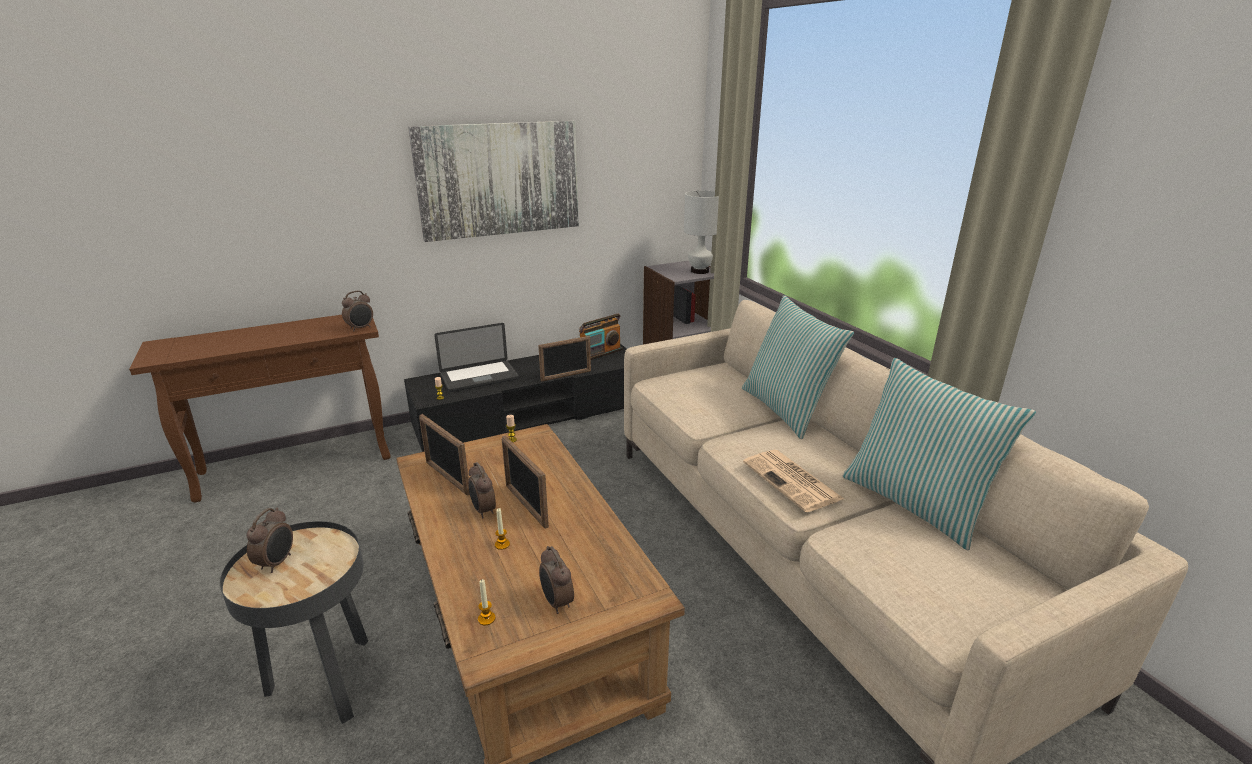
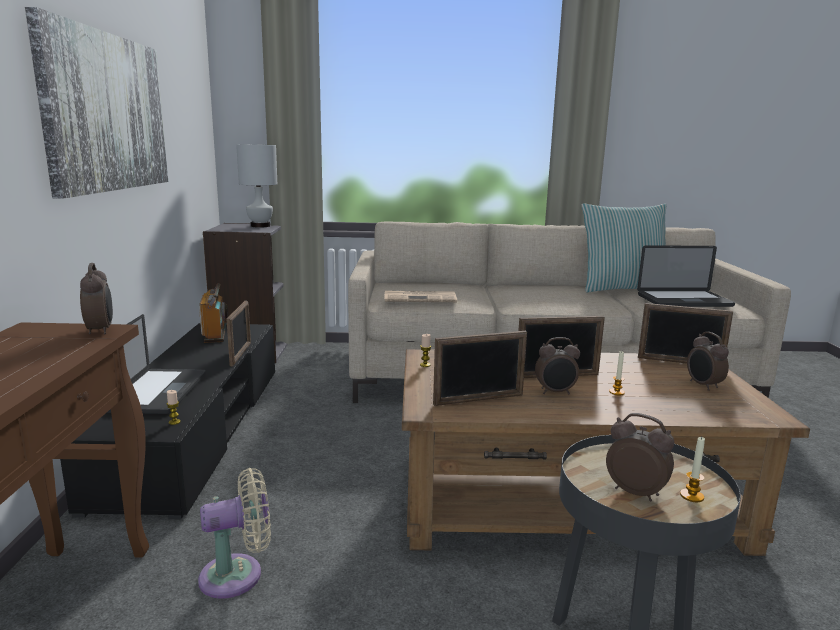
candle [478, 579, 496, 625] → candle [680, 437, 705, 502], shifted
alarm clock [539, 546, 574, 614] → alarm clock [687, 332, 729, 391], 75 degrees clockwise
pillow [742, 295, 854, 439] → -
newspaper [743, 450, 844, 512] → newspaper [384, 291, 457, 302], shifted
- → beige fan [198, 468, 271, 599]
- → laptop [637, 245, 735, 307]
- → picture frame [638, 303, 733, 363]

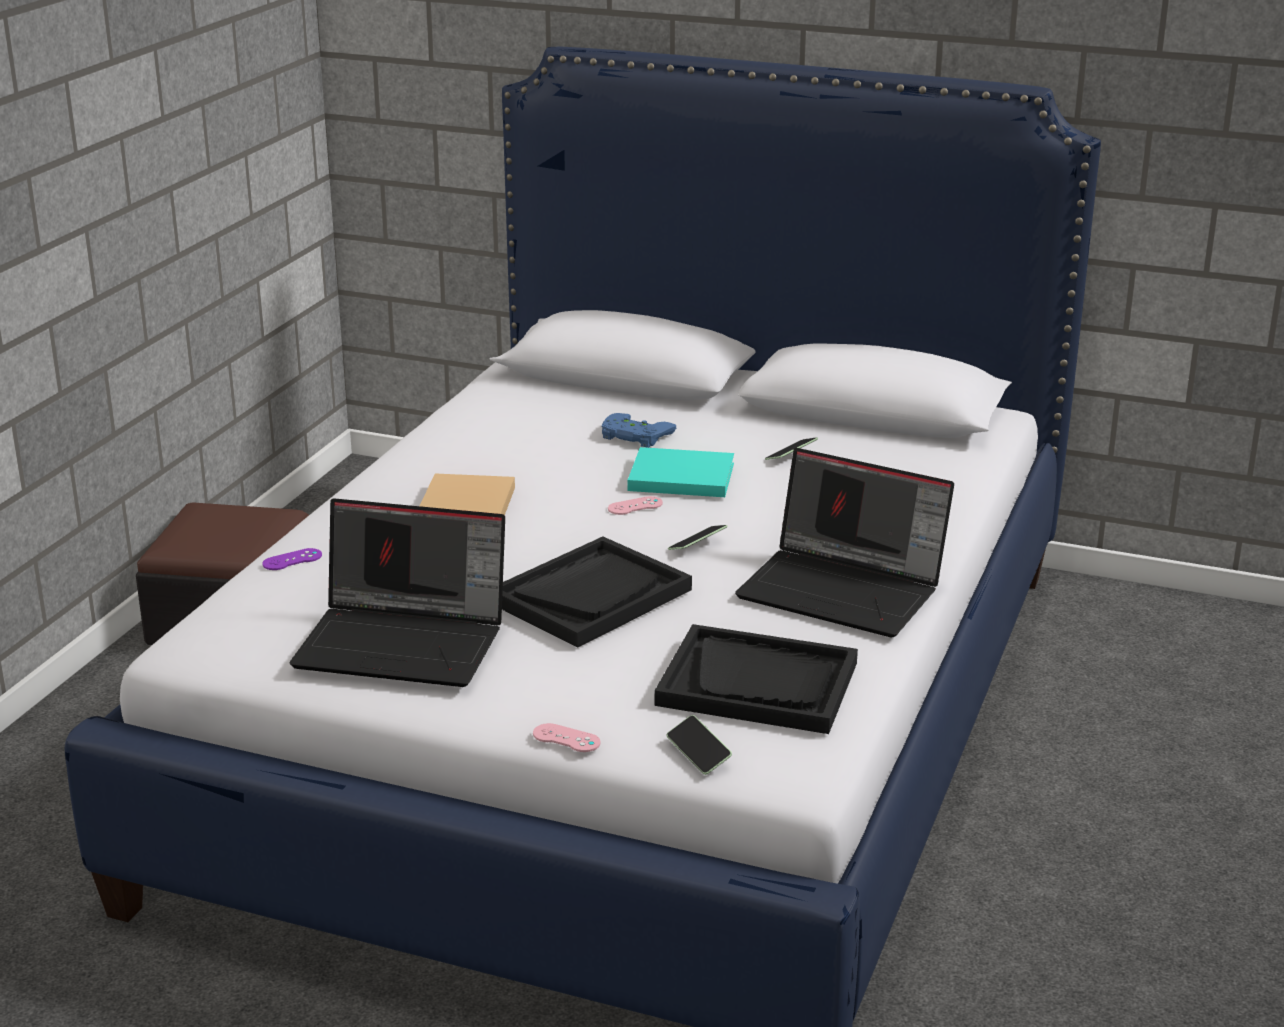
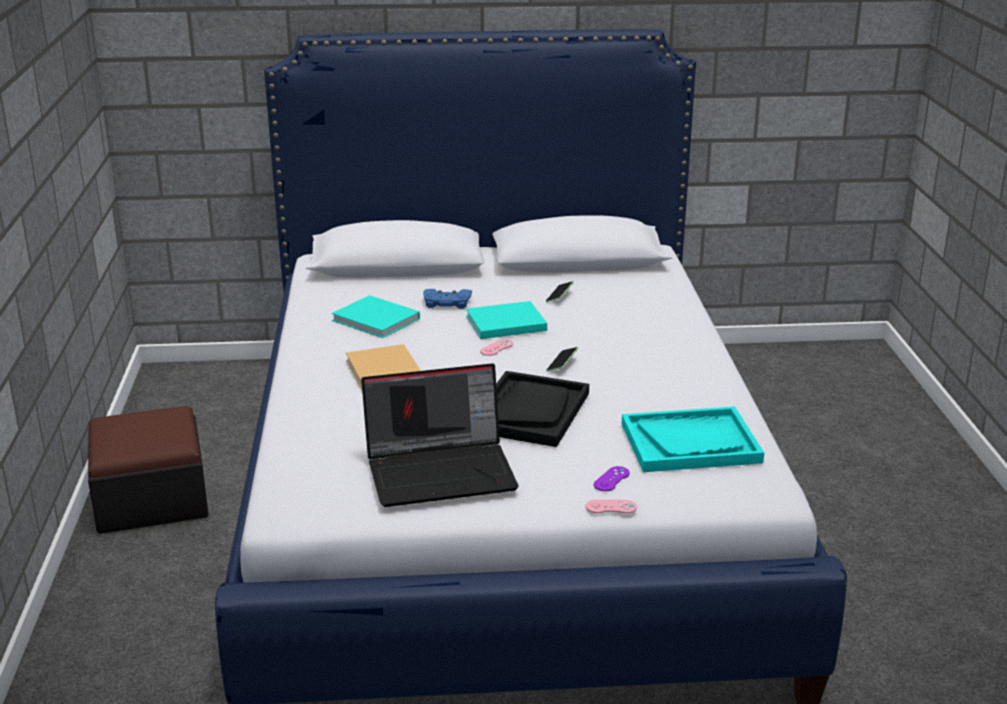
purple game controller [262, 548, 322, 570] → purple game controller [594, 466, 630, 491], shifted
black tray [655, 624, 858, 734] → turquoise tray [622, 406, 764, 472]
phone [667, 715, 732, 775] → -
laptop [735, 448, 954, 637] → -
- → turquoise book [332, 295, 420, 338]

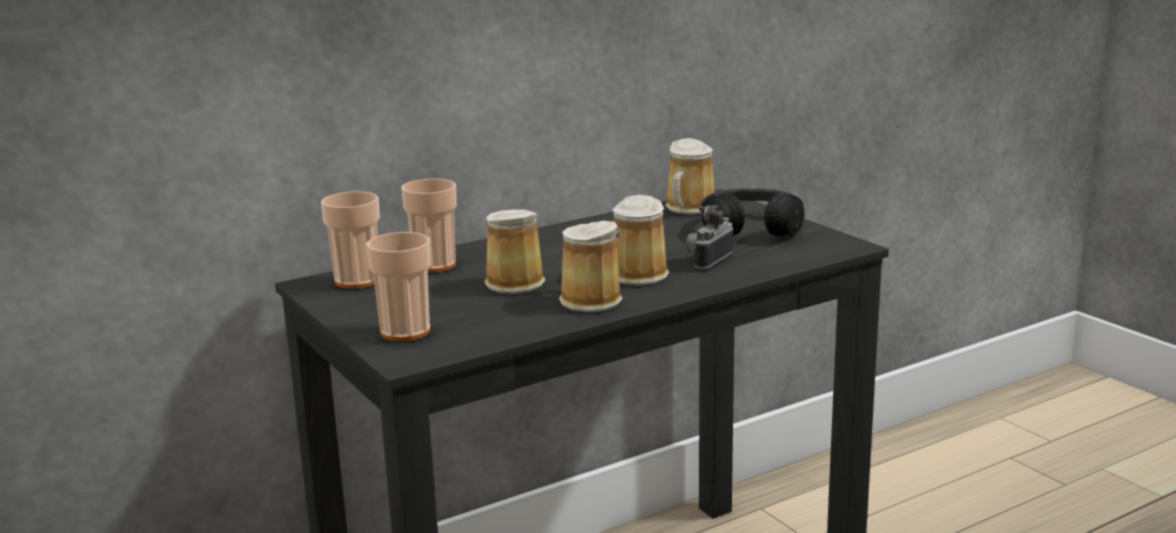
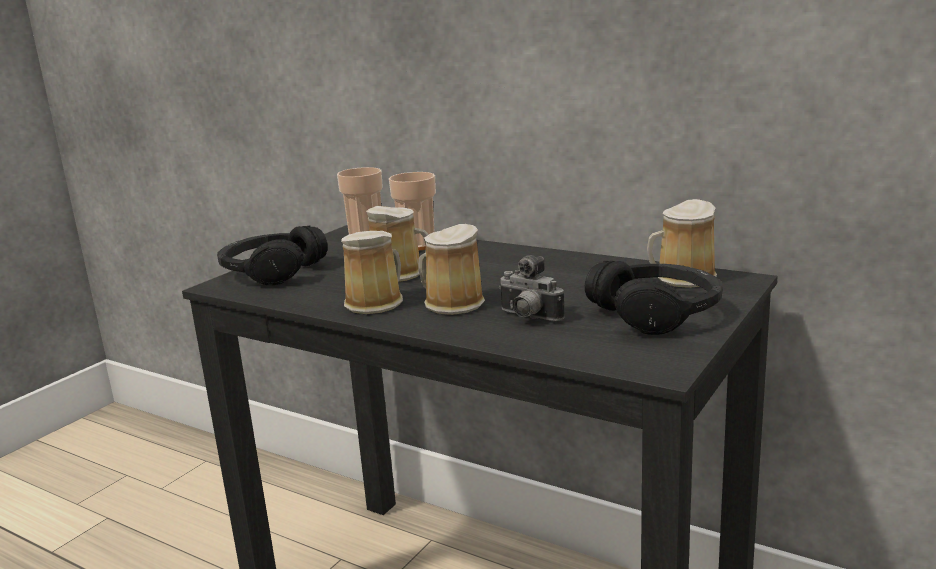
cup [366, 232, 431, 341] → black headphones [217, 225, 328, 285]
photo camera [686, 205, 733, 269] → photo camera [499, 255, 565, 322], 150 degrees counterclockwise

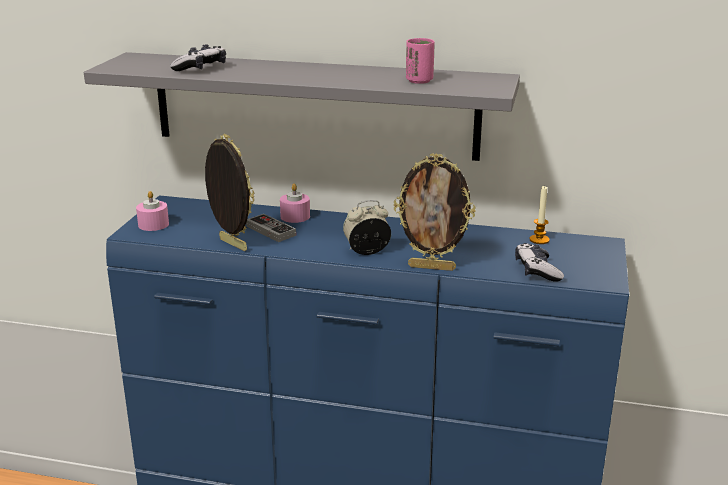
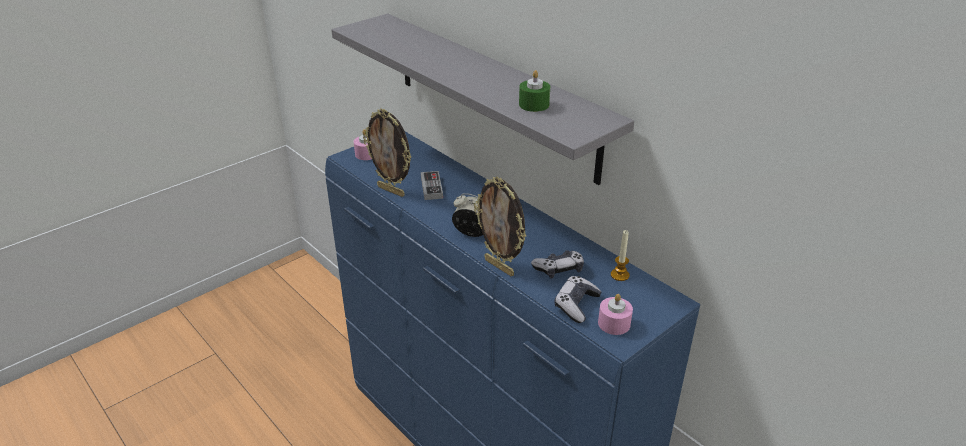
game controller [170, 44, 226, 71] → game controller [531, 250, 584, 279], shifted
picture frame [205, 134, 254, 251] → picture frame [363, 108, 411, 197], 135 degrees clockwise
pink candle [280, 183, 310, 223] → pink candle [598, 294, 633, 335], shifted
pink cup [406, 38, 435, 84] → green candle [519, 70, 550, 112]

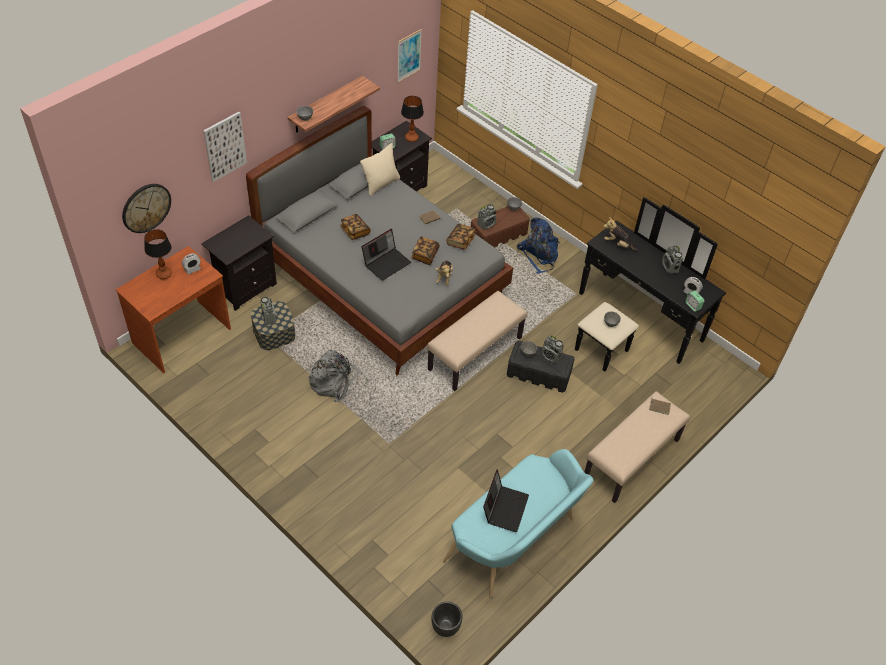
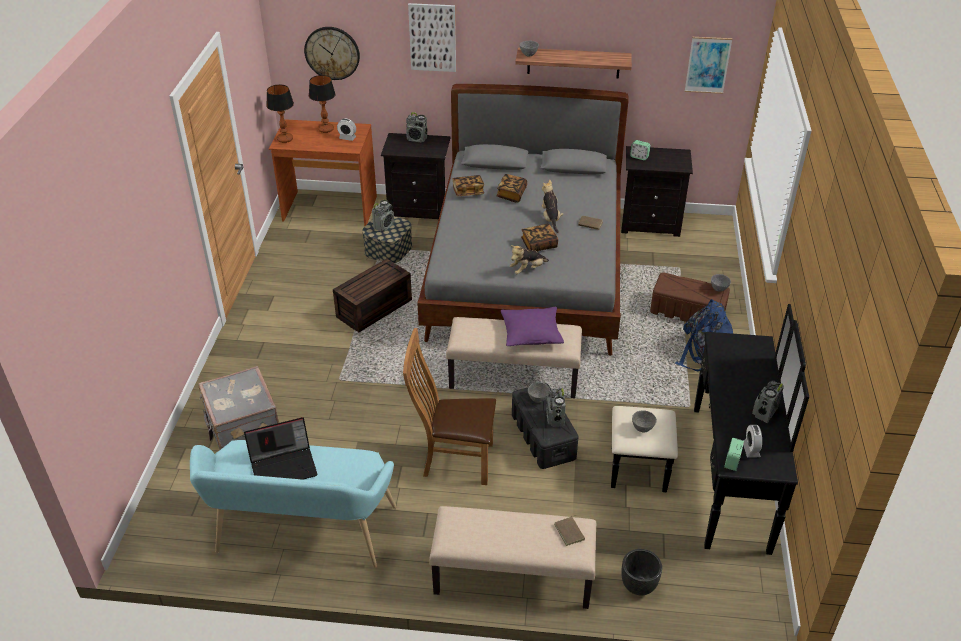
grey backpack [308, 350, 363, 402] → brown storage box [333, 259, 412, 332]
beige pillow [360, 143, 400, 196] → -
laptop [361, 229, 411, 281] → -
table lamp [401, 96, 424, 142] → table lamp [266, 84, 294, 143], shifted
black planter [432, 601, 463, 637] → black planter [621, 549, 662, 595], shifted
book [446, 224, 475, 250] → book [452, 175, 484, 196], shifted
radio [477, 204, 497, 230] → radio [406, 112, 428, 142], shifted
plush toy [604, 217, 638, 252] → plush toy [542, 179, 563, 233], shifted
- → grey suitcase [198, 366, 279, 450]
- → brown chair [403, 328, 496, 485]
- → purple pillow [501, 307, 564, 346]

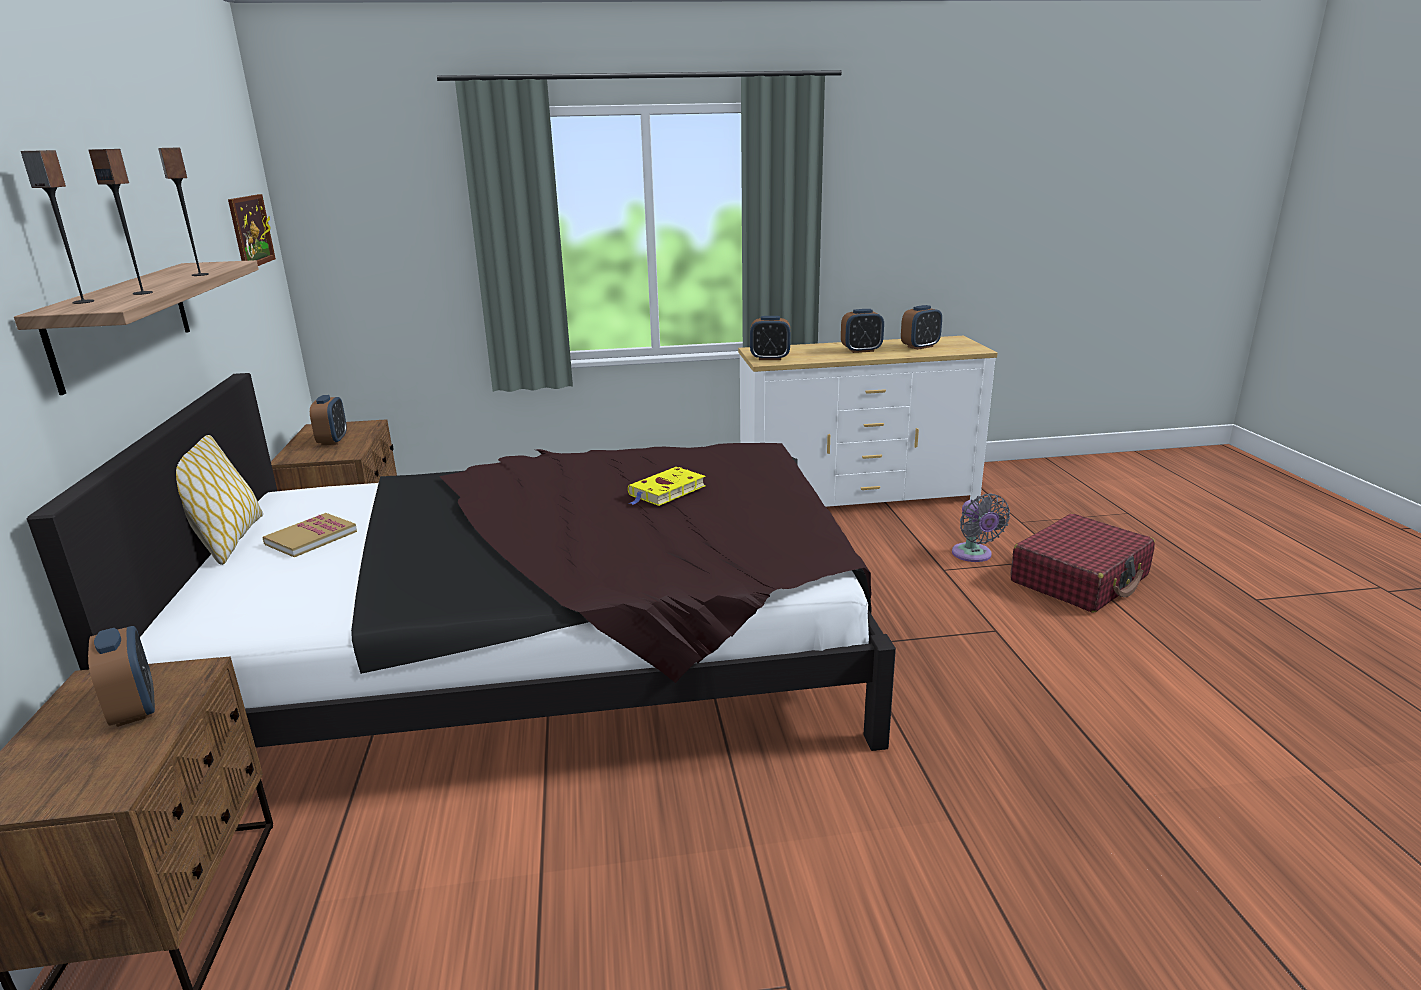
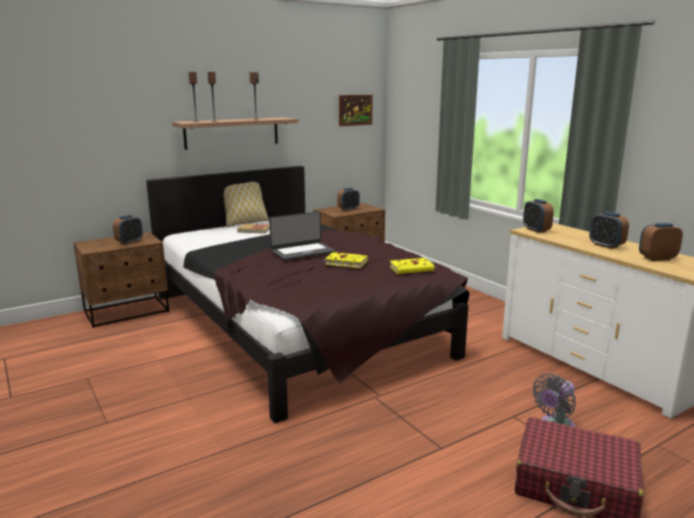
alarm clock [901, 305, 942, 350] → alarm clock [639, 223, 683, 261], 135 degrees clockwise
- → laptop [269, 211, 336, 260]
- → yellow book [390, 258, 437, 274]

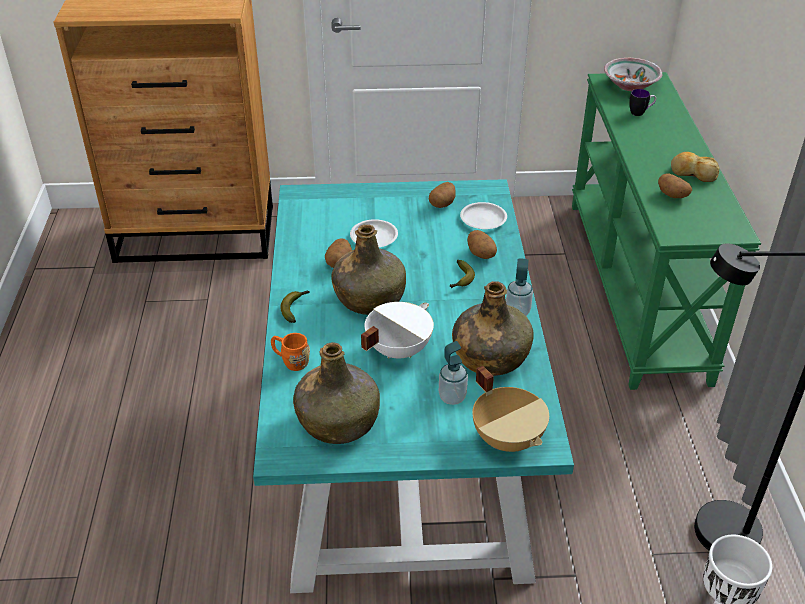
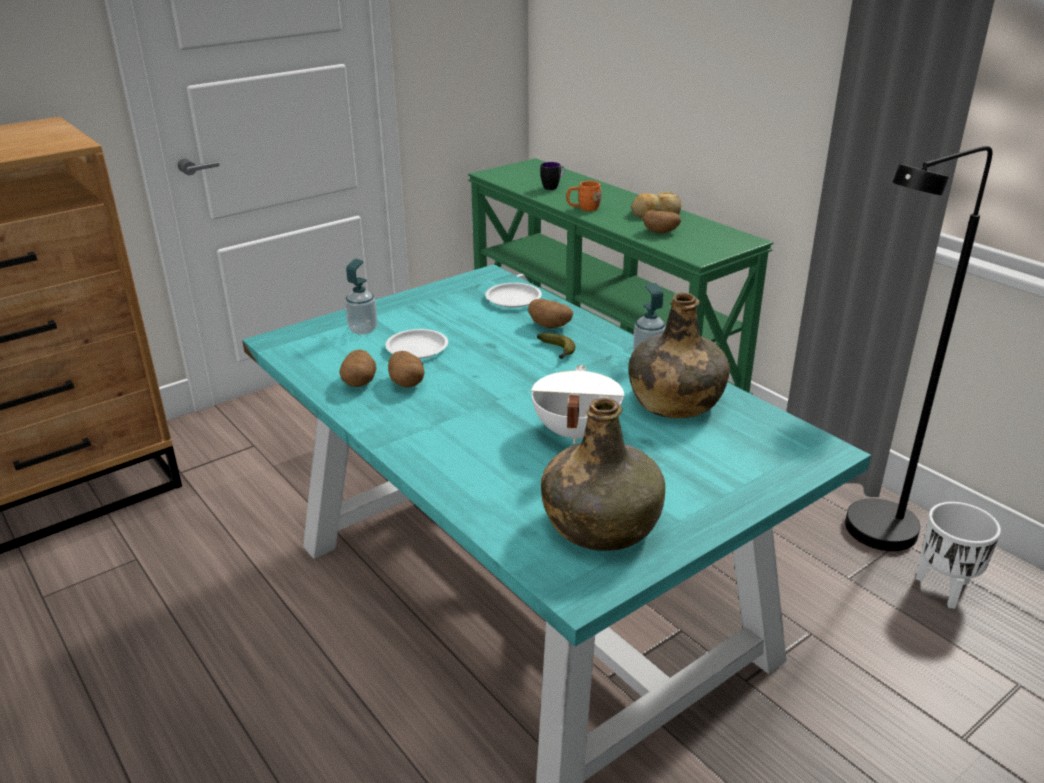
orange mug [271, 333, 310, 371] → orange mug [566, 181, 602, 211], shifted
banana [281, 291, 310, 323] → -
green bottle [331, 224, 406, 315] → -
potato [429, 182, 456, 208] → potato [339, 350, 376, 387], shifted
soap dispenser [439, 341, 468, 405] → soap dispenser [345, 259, 377, 334], shifted
beige cooking pot [472, 366, 549, 452] → -
bowl [604, 58, 663, 91] → -

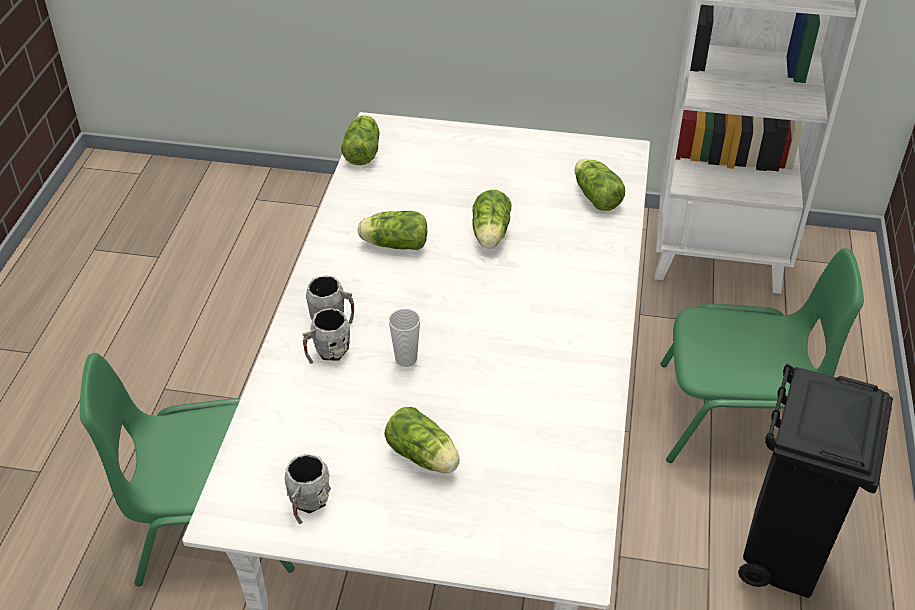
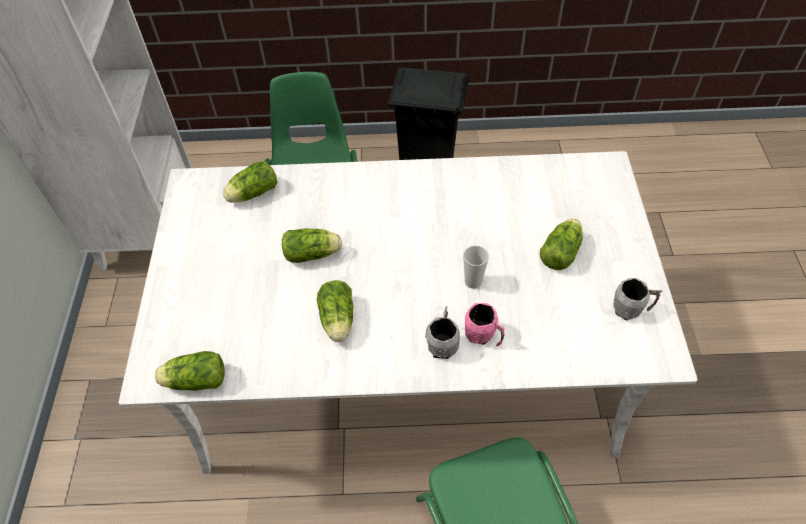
grey mug [302, 308, 350, 364] → pink mug [465, 303, 505, 347]

